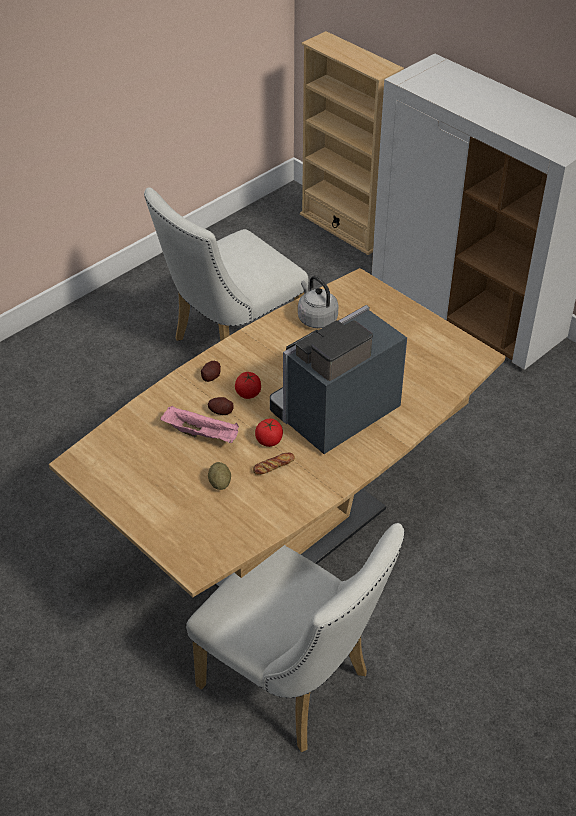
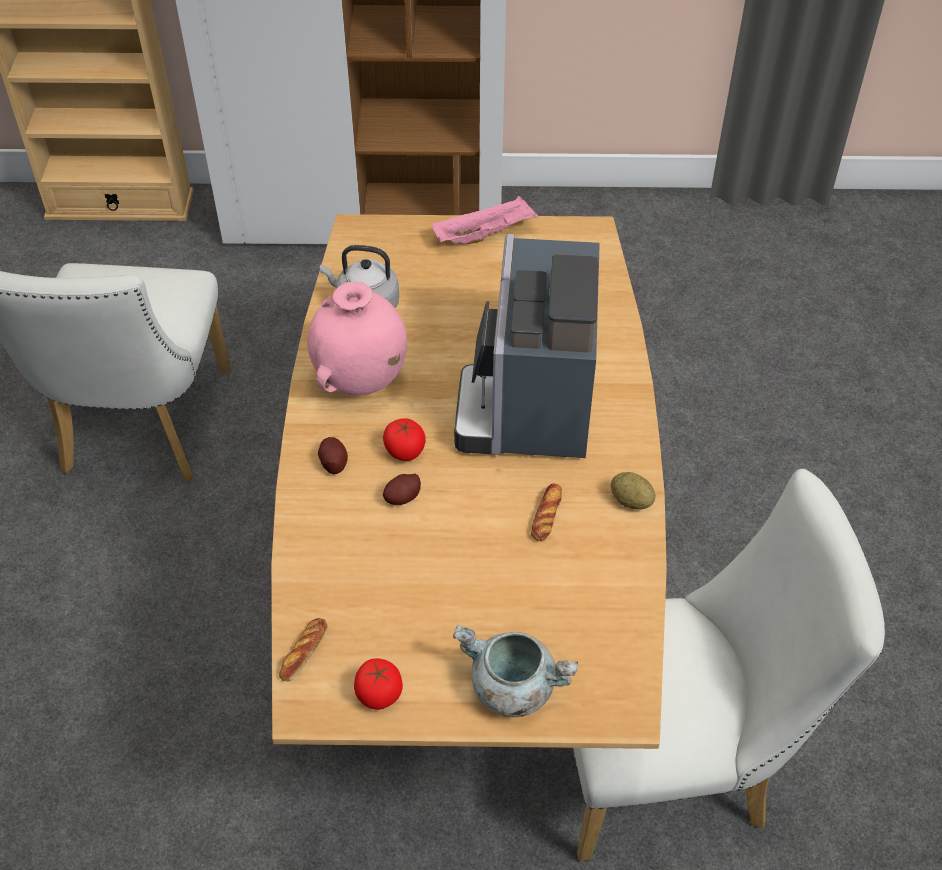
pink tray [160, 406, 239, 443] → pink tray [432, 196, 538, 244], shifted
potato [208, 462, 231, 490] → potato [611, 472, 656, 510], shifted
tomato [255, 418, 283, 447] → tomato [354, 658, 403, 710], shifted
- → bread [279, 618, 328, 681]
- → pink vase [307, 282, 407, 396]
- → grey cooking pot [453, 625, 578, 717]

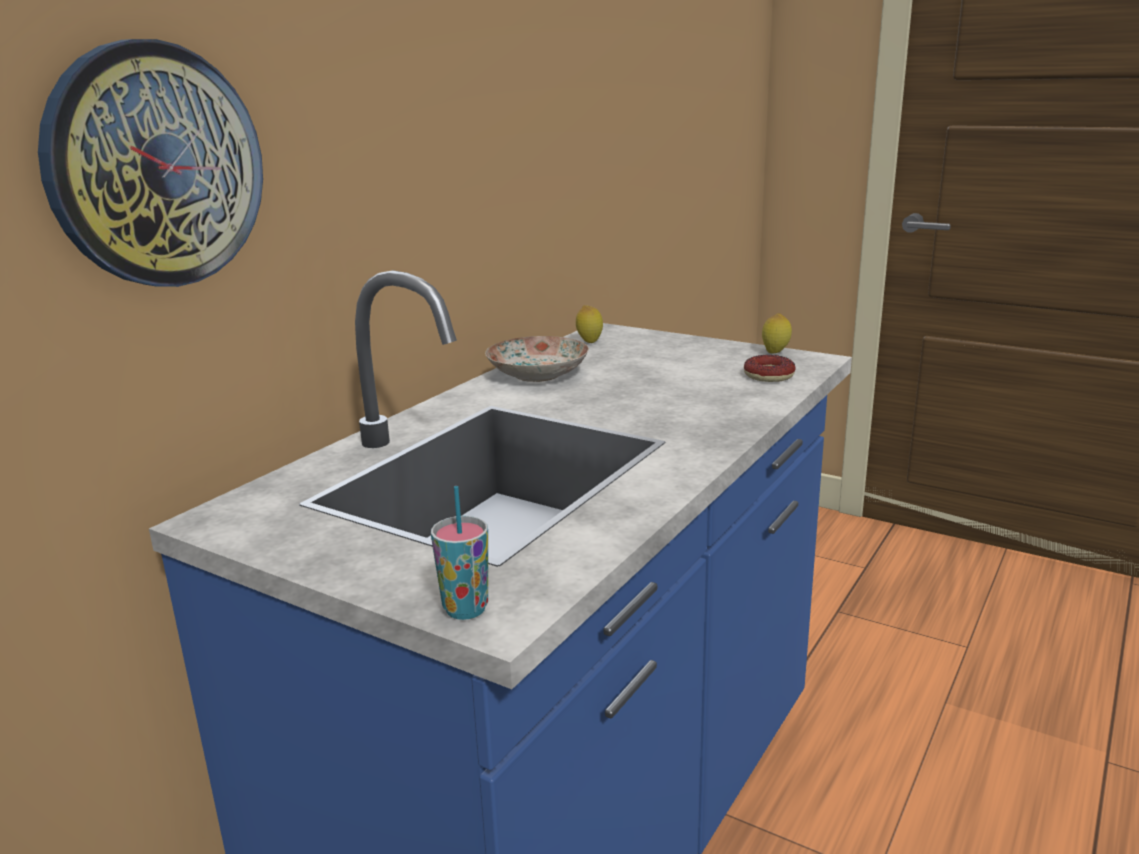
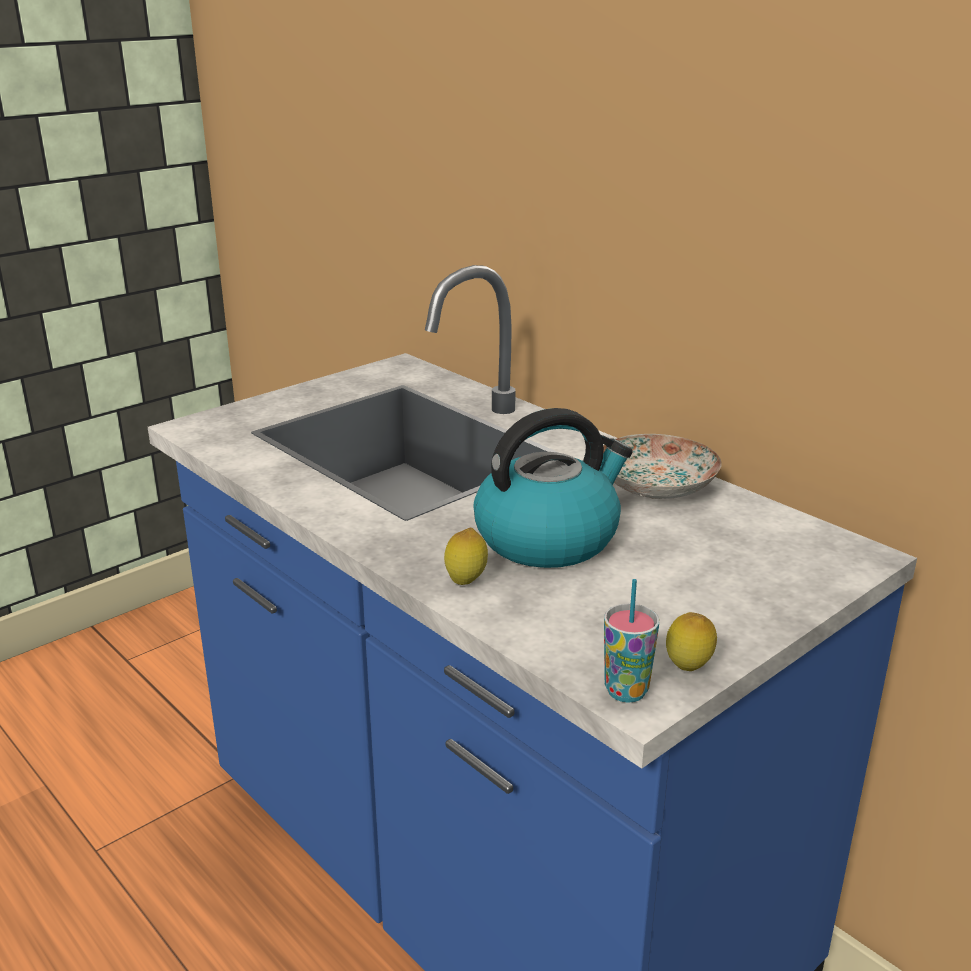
wall clock [38, 39, 263, 287] → -
cup [431, 486, 488, 620] → cup [604, 579, 659, 703], shifted
lemon [576, 305, 603, 343] → lemon [444, 528, 488, 585], shifted
donut [744, 355, 795, 382] → -
- → kettle [473, 408, 633, 568]

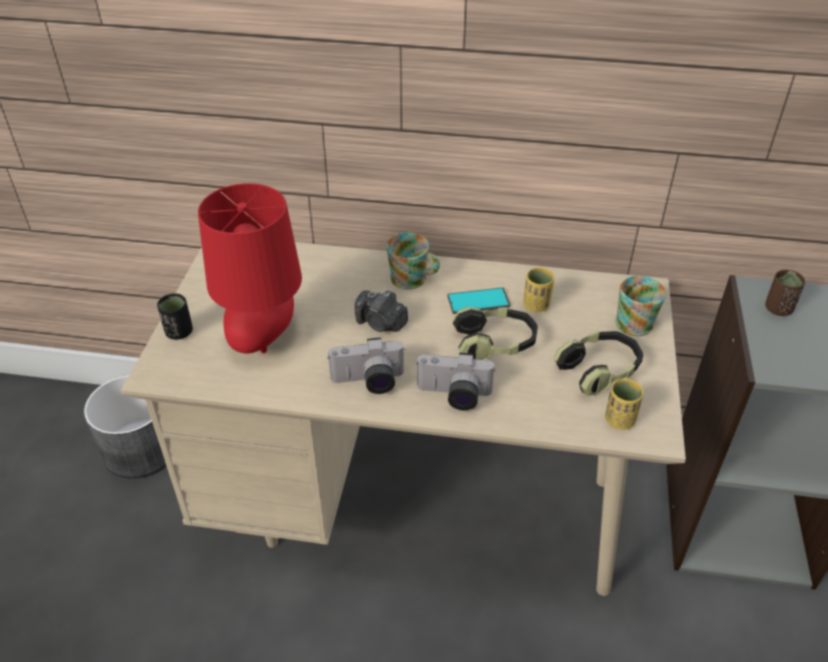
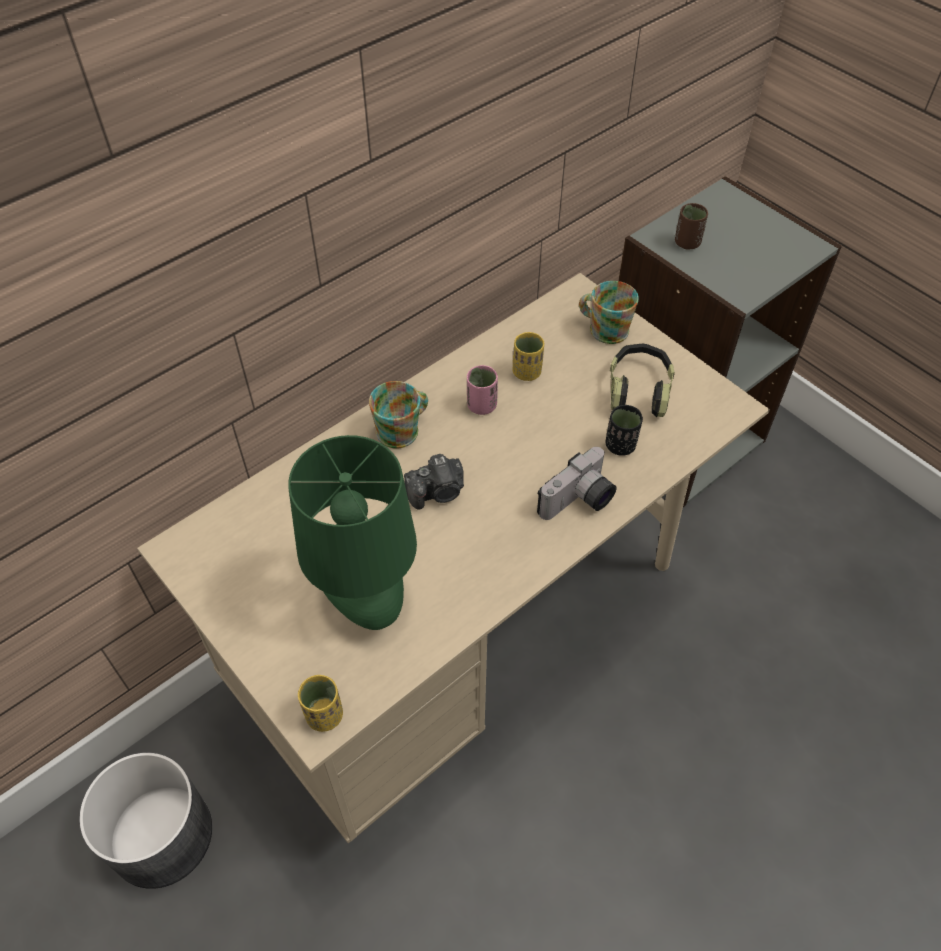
black cup [157, 294, 193, 340] → black cup [605, 405, 643, 456], shifted
red table lamp [198, 183, 302, 354] → green table lamp [288, 435, 417, 630]
photo camera [327, 337, 406, 394] → -
phone [448, 287, 510, 314] → pink cup [467, 365, 498, 415]
headphones [453, 307, 538, 360] → -
yellow cup [605, 379, 644, 430] → yellow cup [298, 675, 343, 732], shifted

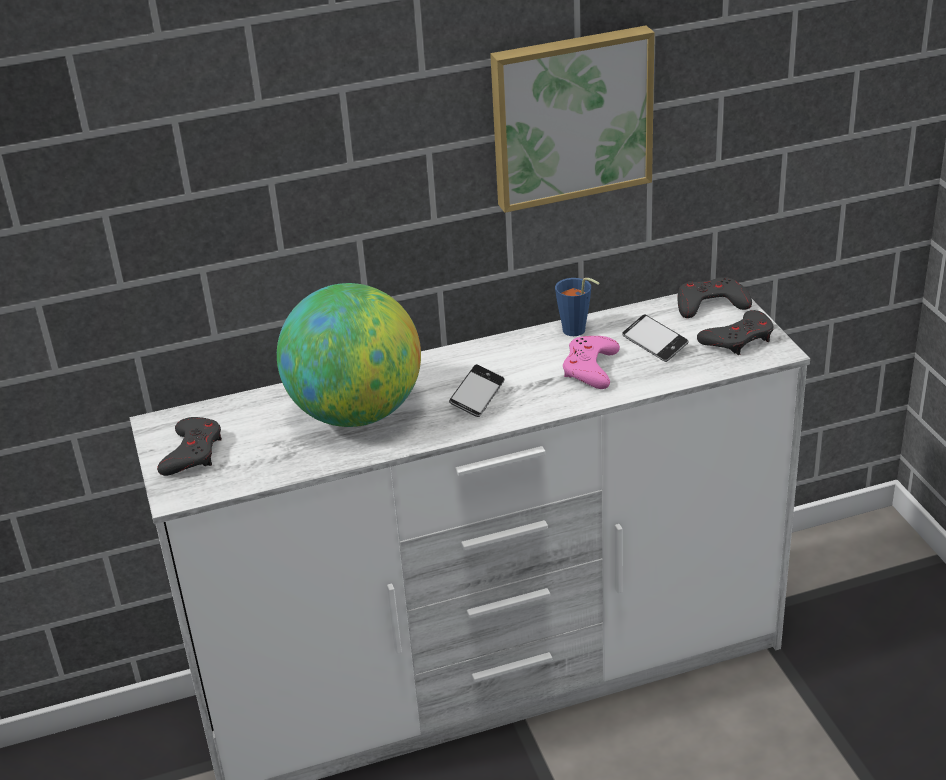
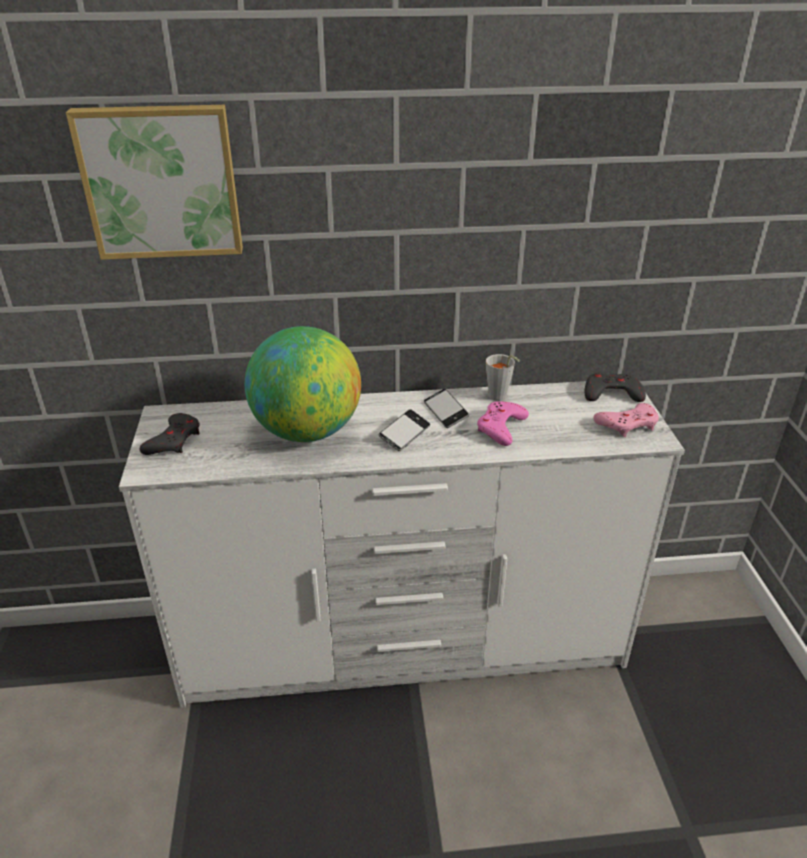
picture [490, 26, 655, 213] → picture [66, 105, 243, 260], shifted
blue cup [555, 278, 599, 336] → grey cup [486, 354, 520, 401]
phone [622, 314, 689, 362] → phone [424, 389, 469, 428], shifted
grey game controller [697, 310, 774, 355] → pink game controller [593, 403, 659, 437]

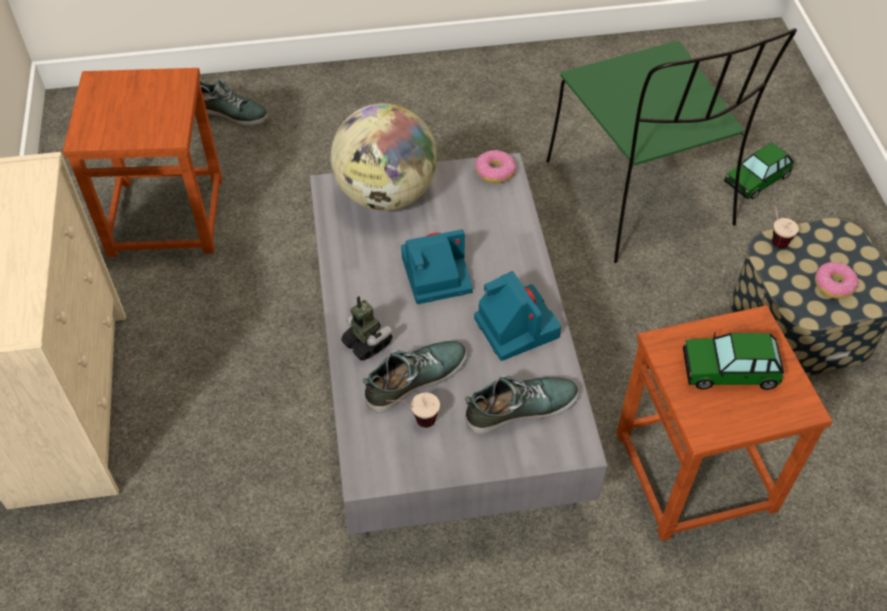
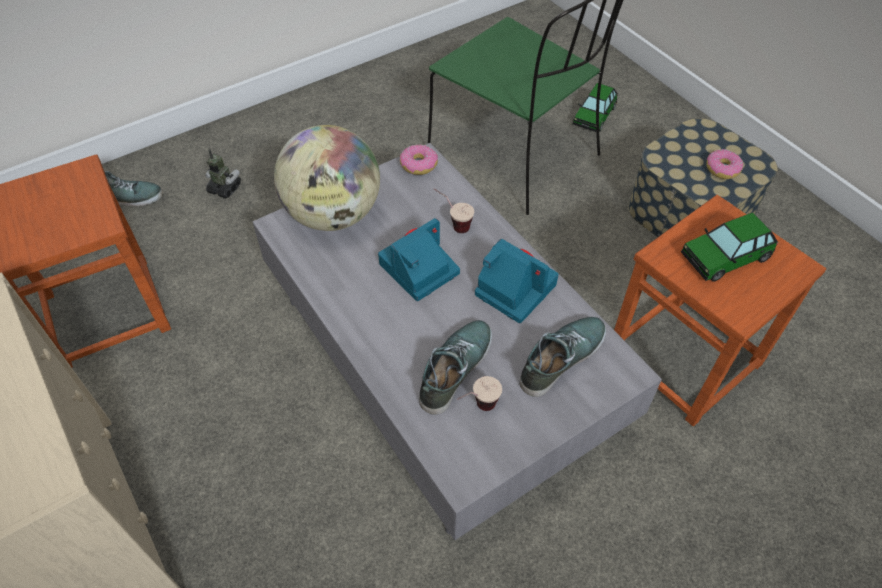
toy robot [341, 296, 392, 360] → toy robot [206, 149, 241, 199], shifted
cup [766, 196, 799, 249] → cup [434, 188, 474, 233], shifted

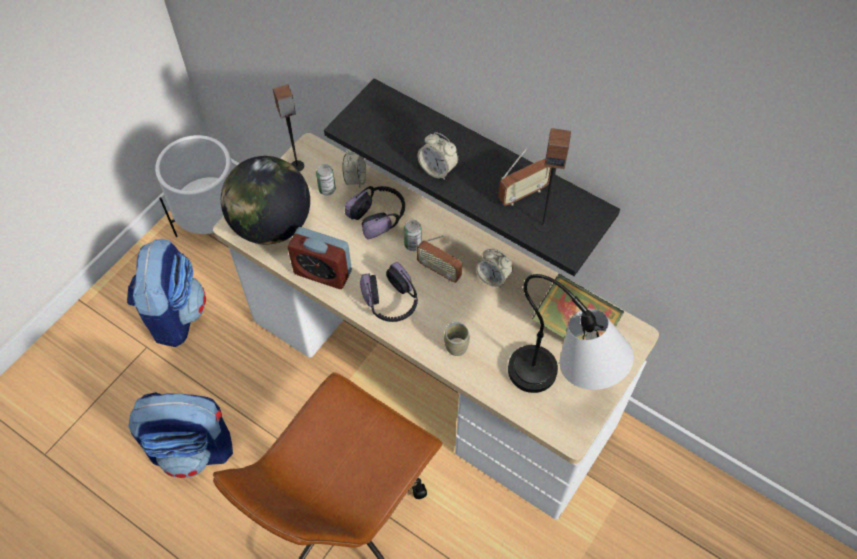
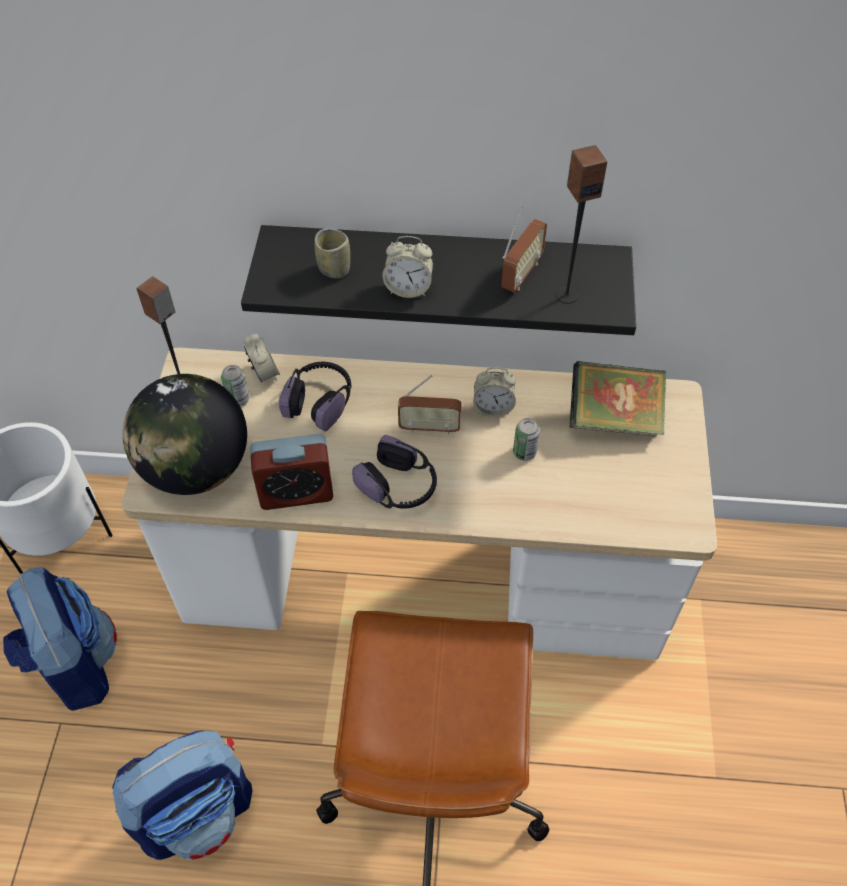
can [404, 220, 422, 251] → can [513, 418, 540, 461], shifted
cup [444, 322, 470, 356] → cup [314, 228, 350, 278], shifted
table lamp [508, 274, 634, 393] → -

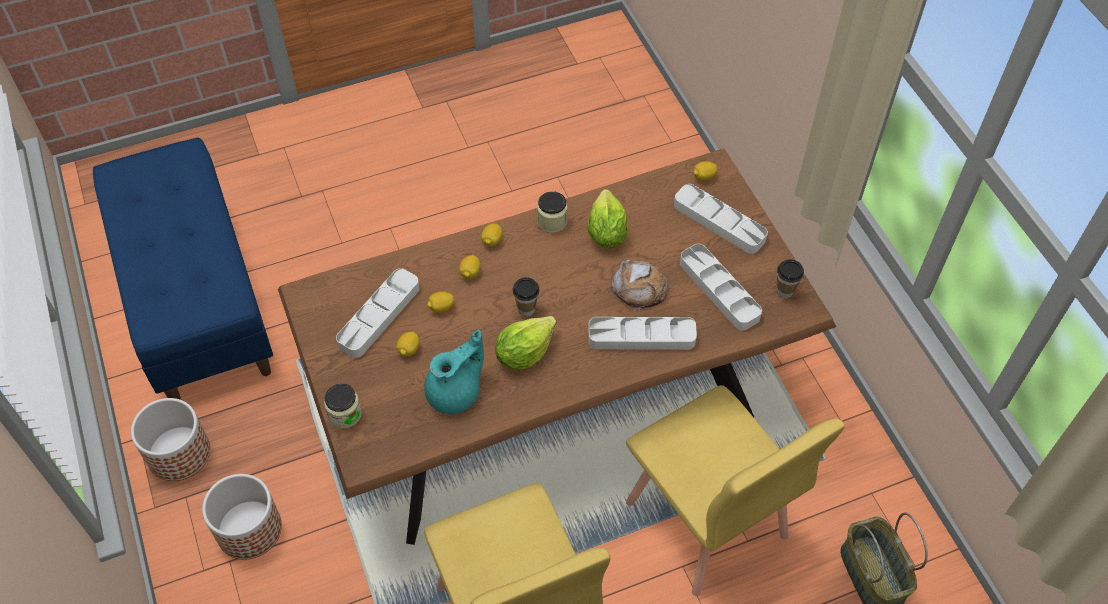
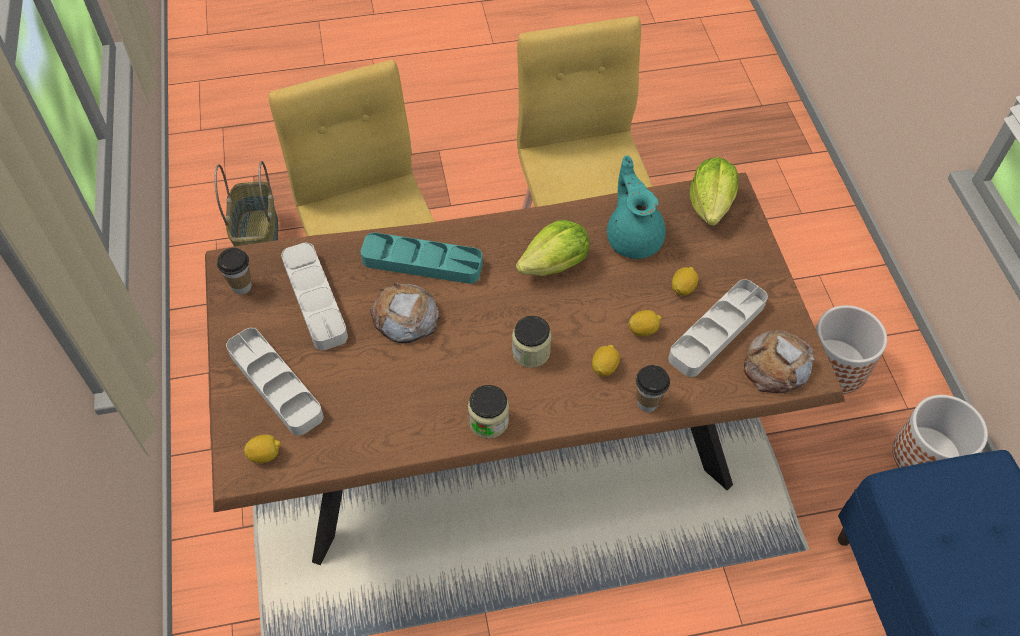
jar [324, 384, 362, 428] → jar [512, 316, 551, 368], shifted
turquoise teapot [424, 330, 484, 414] → turquoise teapot [607, 156, 666, 259], 105 degrees clockwise
lemon [481, 223, 502, 247] → -
cup [512, 277, 540, 316] → cup [636, 365, 670, 412], shifted
lettuce [587, 189, 628, 248] → lettuce [690, 157, 738, 226], shifted
grey tray [588, 317, 697, 350] → turquoise tray [360, 232, 483, 284]
- → bread [744, 330, 814, 394]

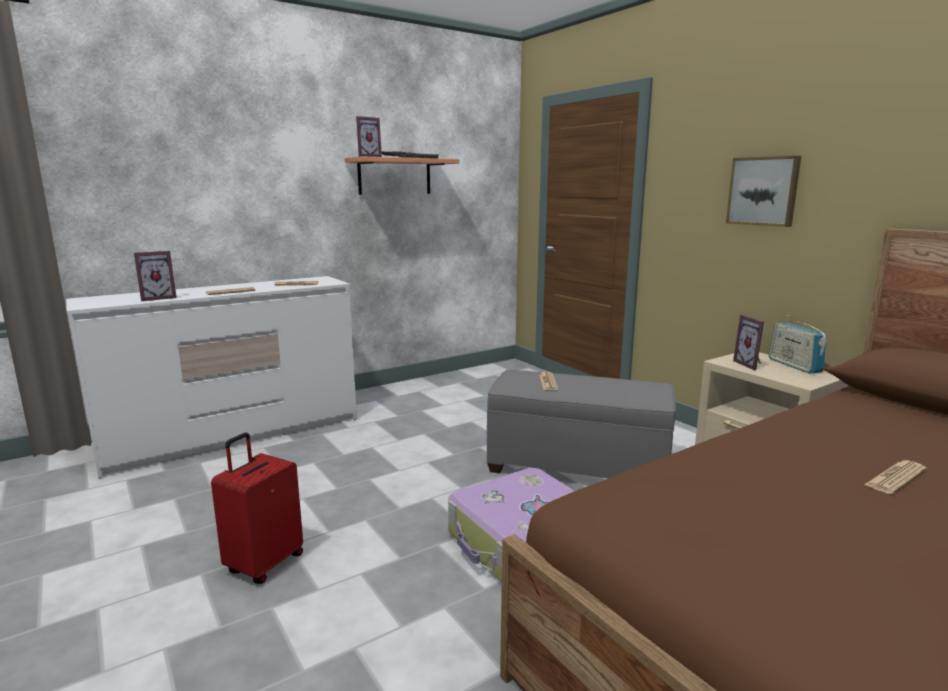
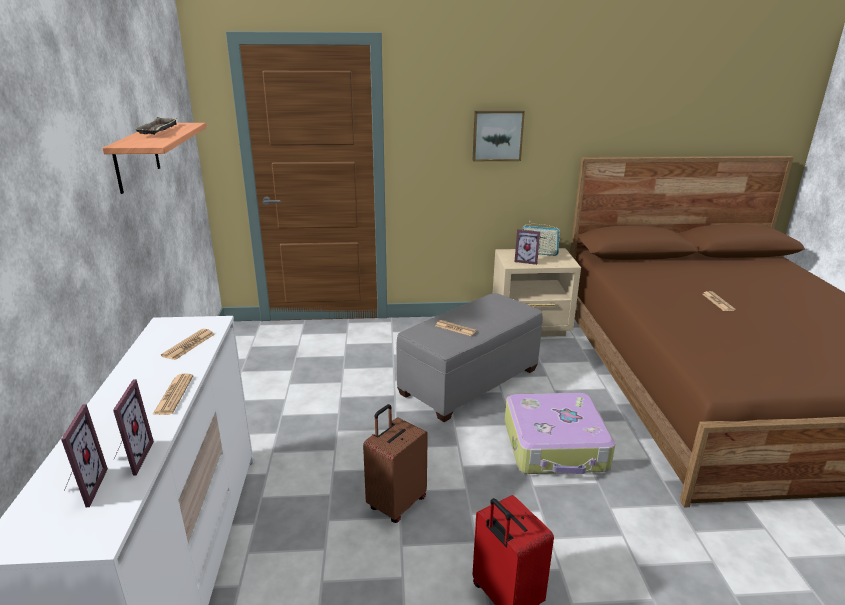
picture frame [356, 116, 382, 157] → picture frame [61, 404, 108, 508], shifted
- → brown suitcase [363, 404, 428, 523]

